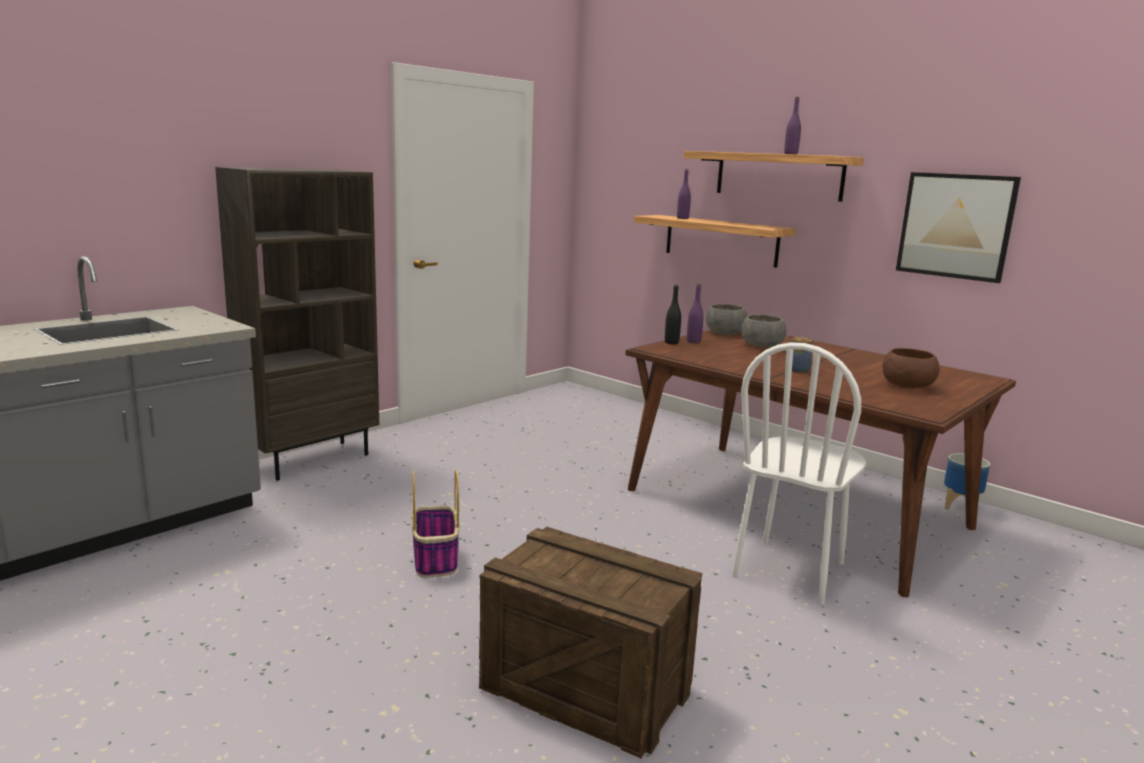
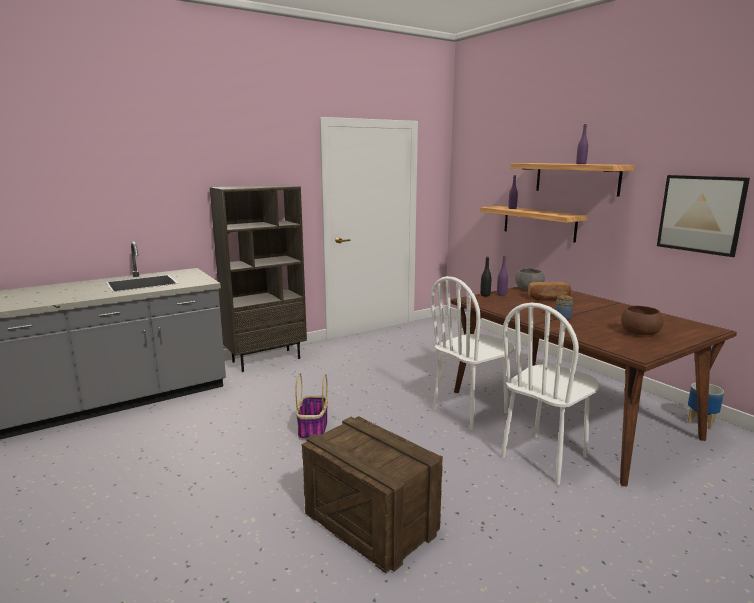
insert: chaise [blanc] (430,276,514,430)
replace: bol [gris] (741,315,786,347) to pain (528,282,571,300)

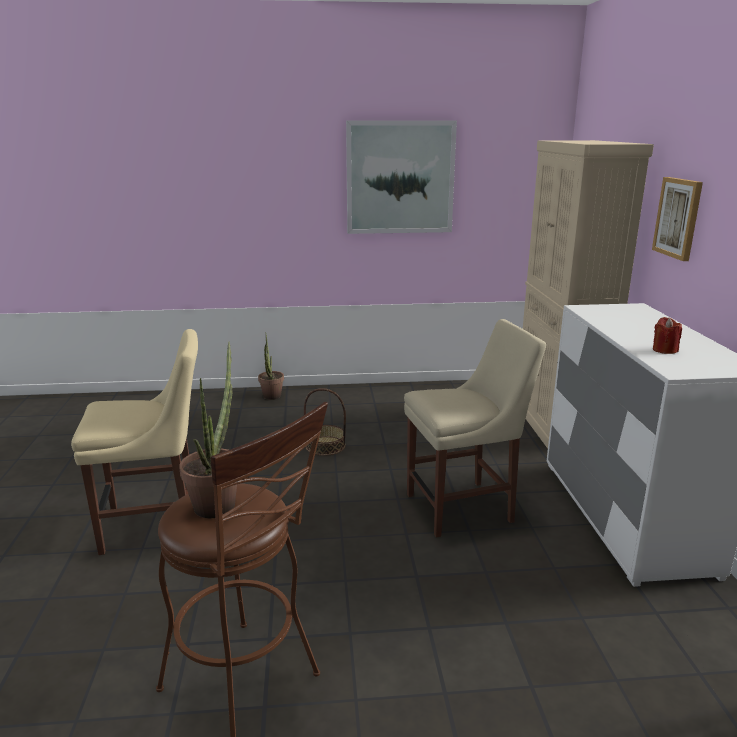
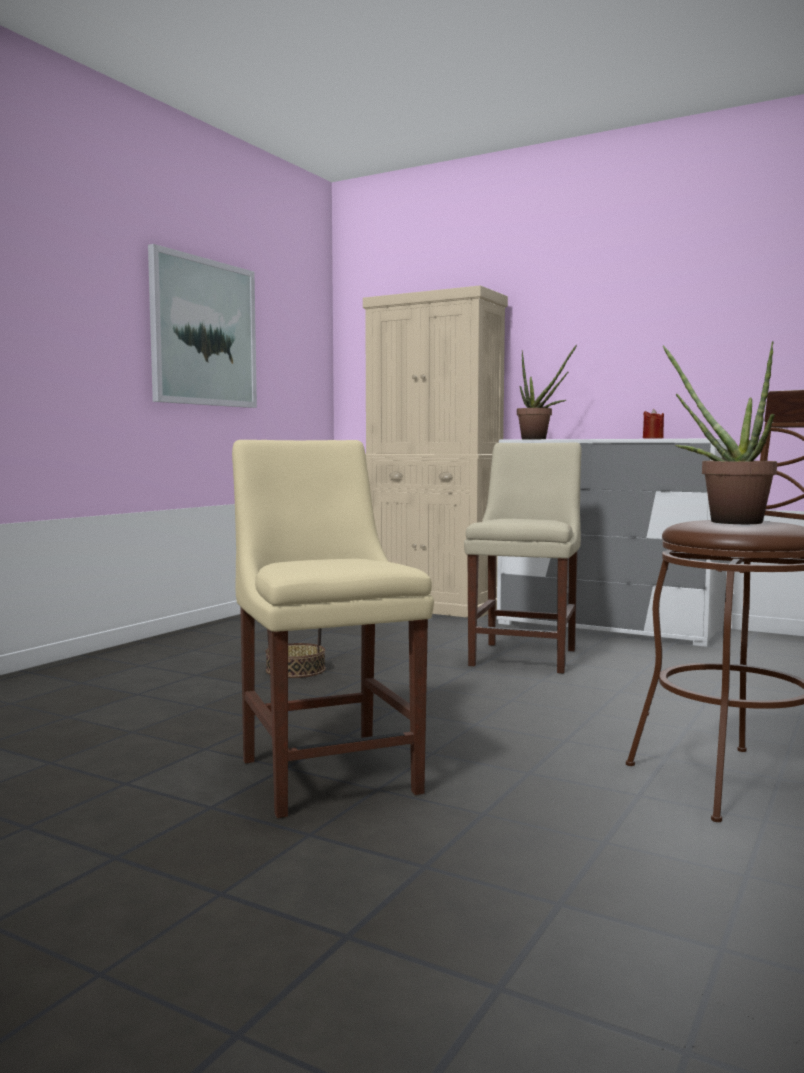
delete: tableau (652,177,703,261)
move: plante en pot (258,332,284,400) to (517,345,577,439)
rotate: chaise [beige] (71,329,198,555) = (232,440,434,818) 45 degrees counterclockwise

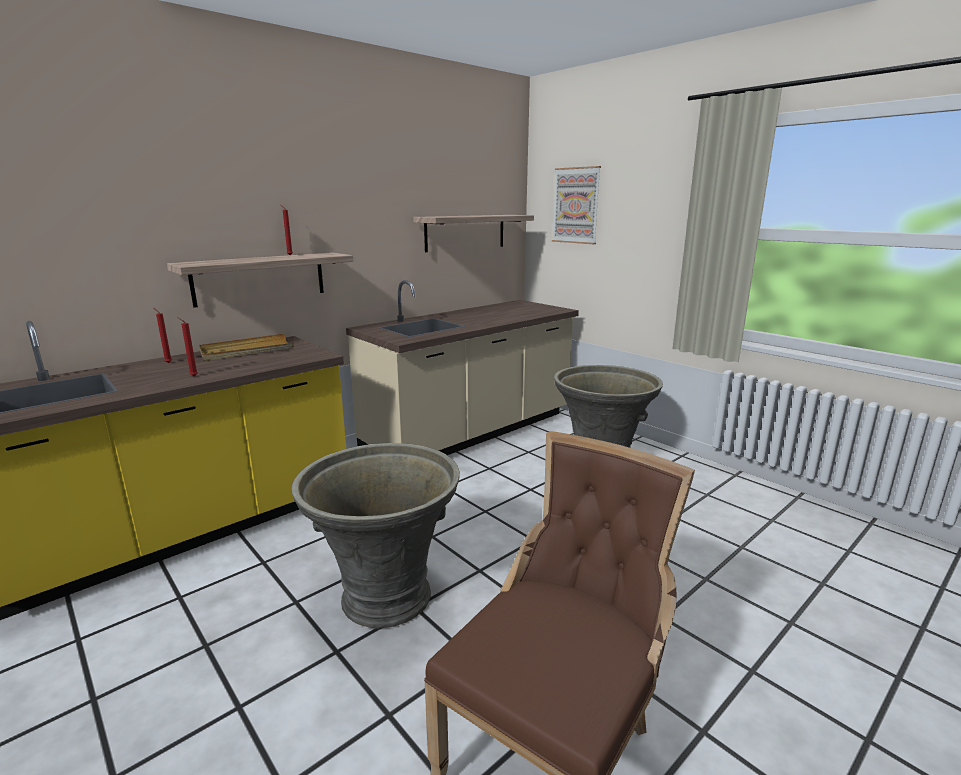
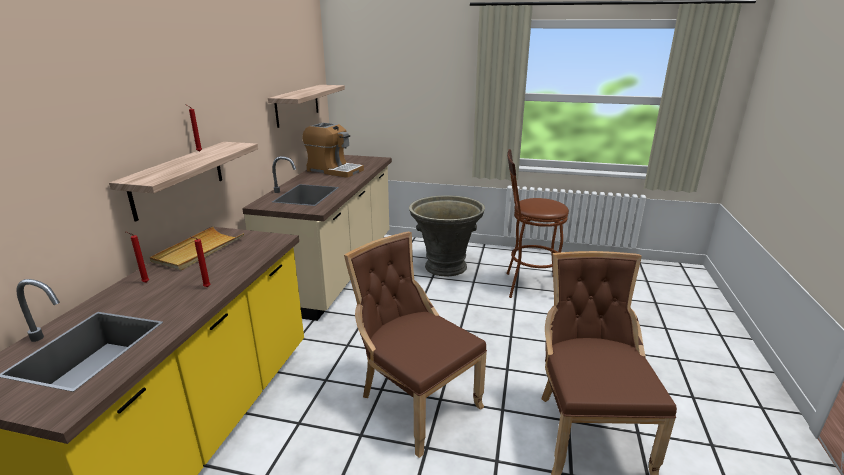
delete: tableau (552,166,601,244)
insert: machine à café (303,123,364,178); tabouret [marron] (506,149,569,298)
replace: cache-pot [gris] (291,443,460,628) to chaise [marron] (344,232,487,458)

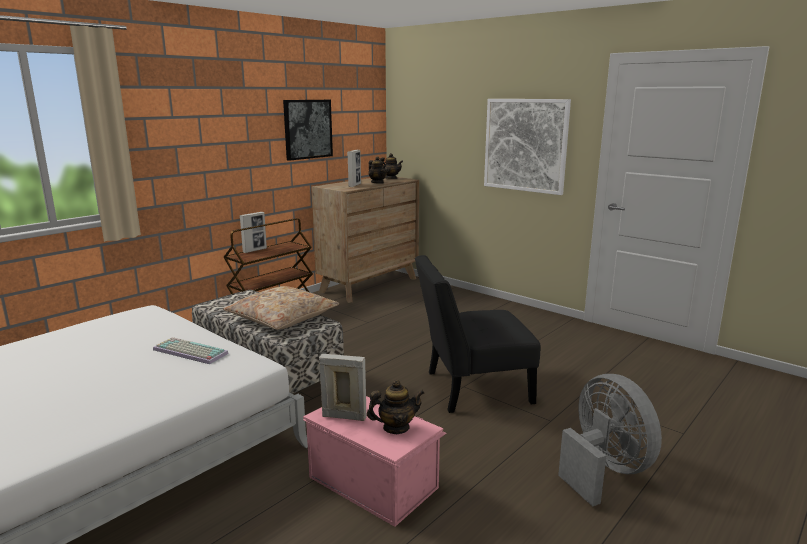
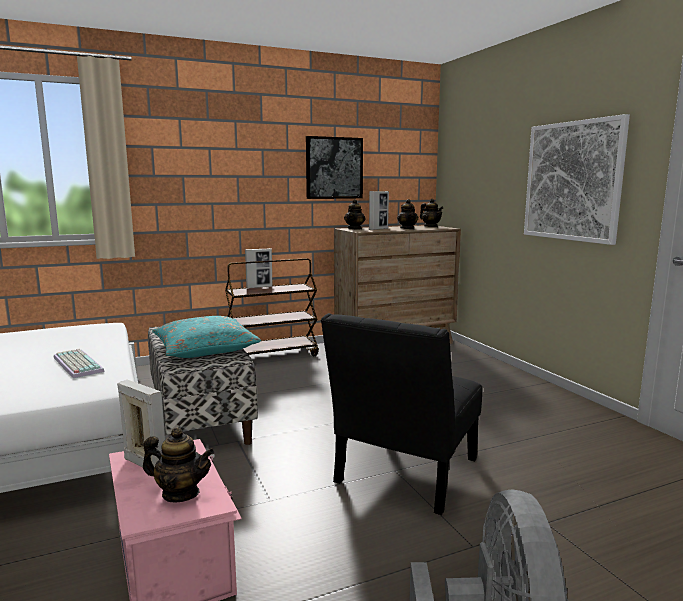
insert: théière (344,199,365,230)
recolor: coussin [beige] (223,286,339,330) to coussin [turquoise] (152,316,261,358)
rotate: chaise [noir] (415,255,540,413) = (321,313,482,515) 75 degrees counterclockwise

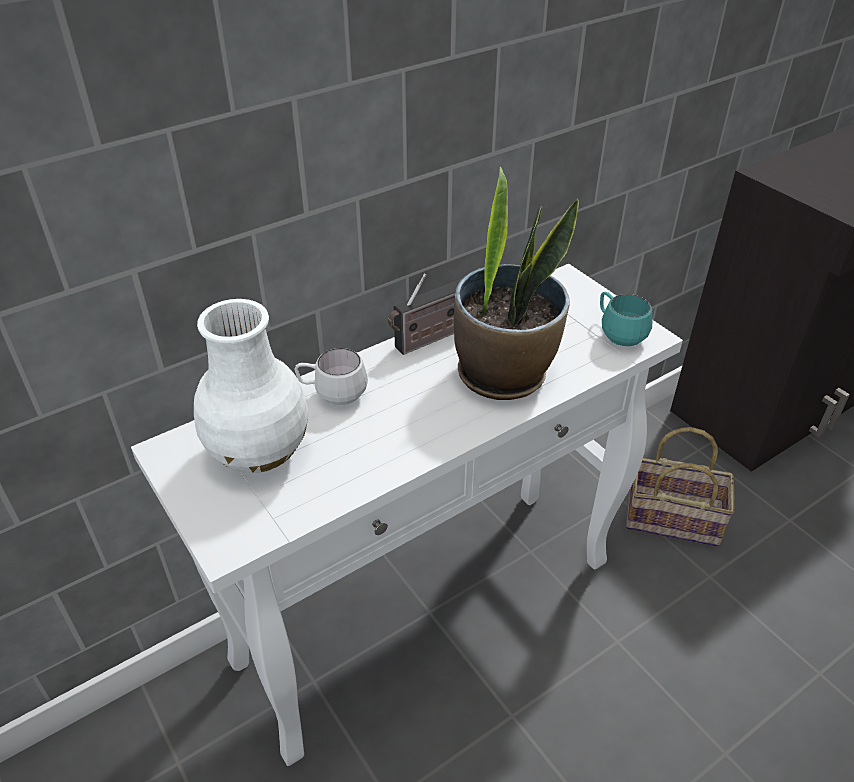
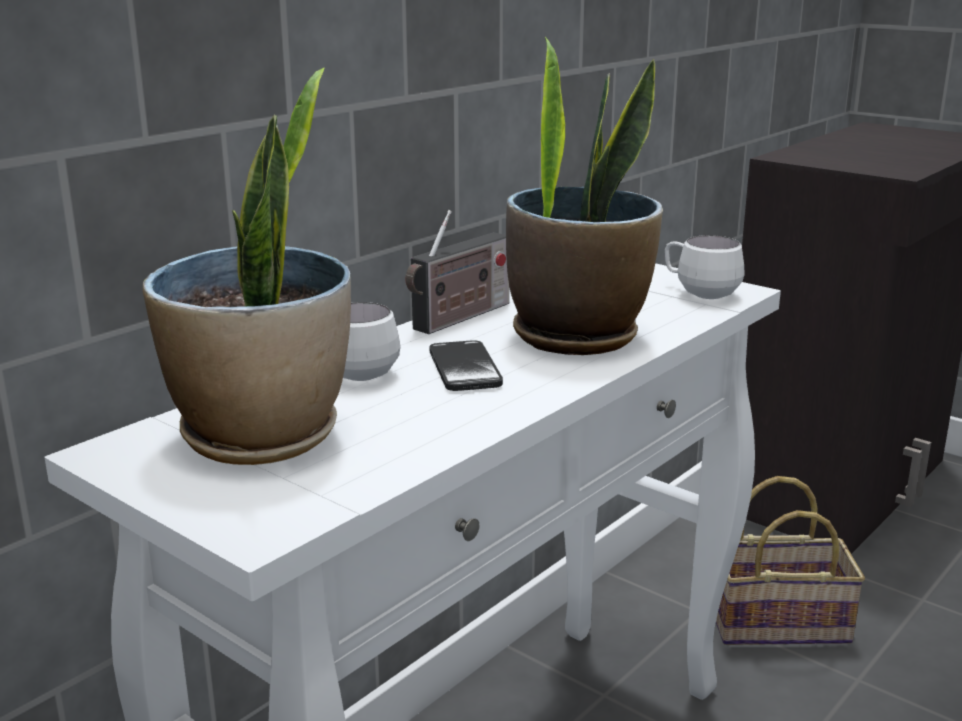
insert: téléphone (430,340,503,391)
replace: vase [blanc] (194,299,308,473) to plante en pot (143,67,351,465)
recolor: mug [turquoise] (600,292,652,346) to mug [blanc] (665,235,745,299)

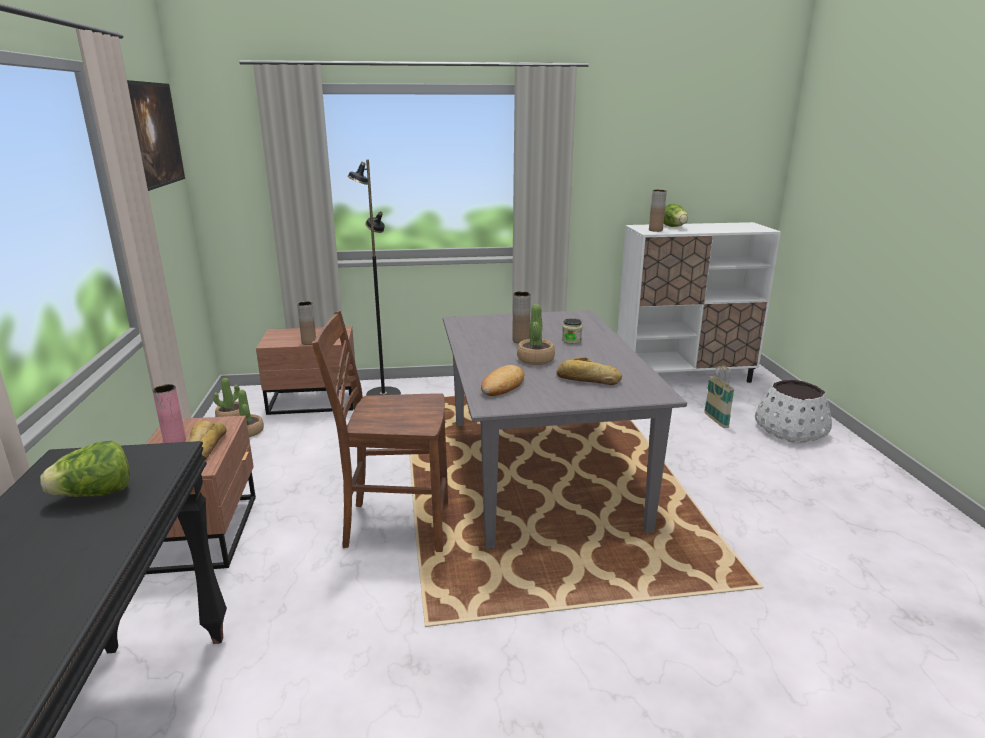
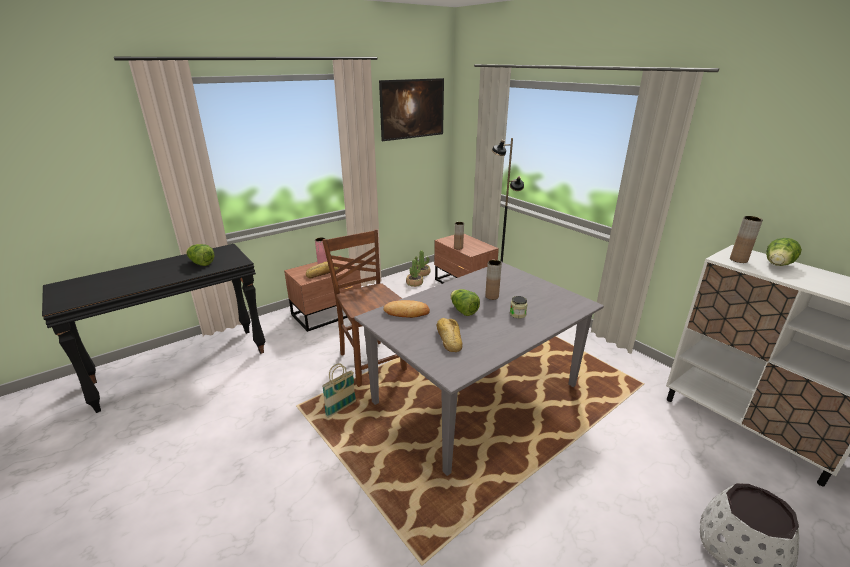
move: panier (704,366,734,428) to (322,364,356,418)
replace: plante en pot (517,304,555,365) to laitue (450,289,480,316)

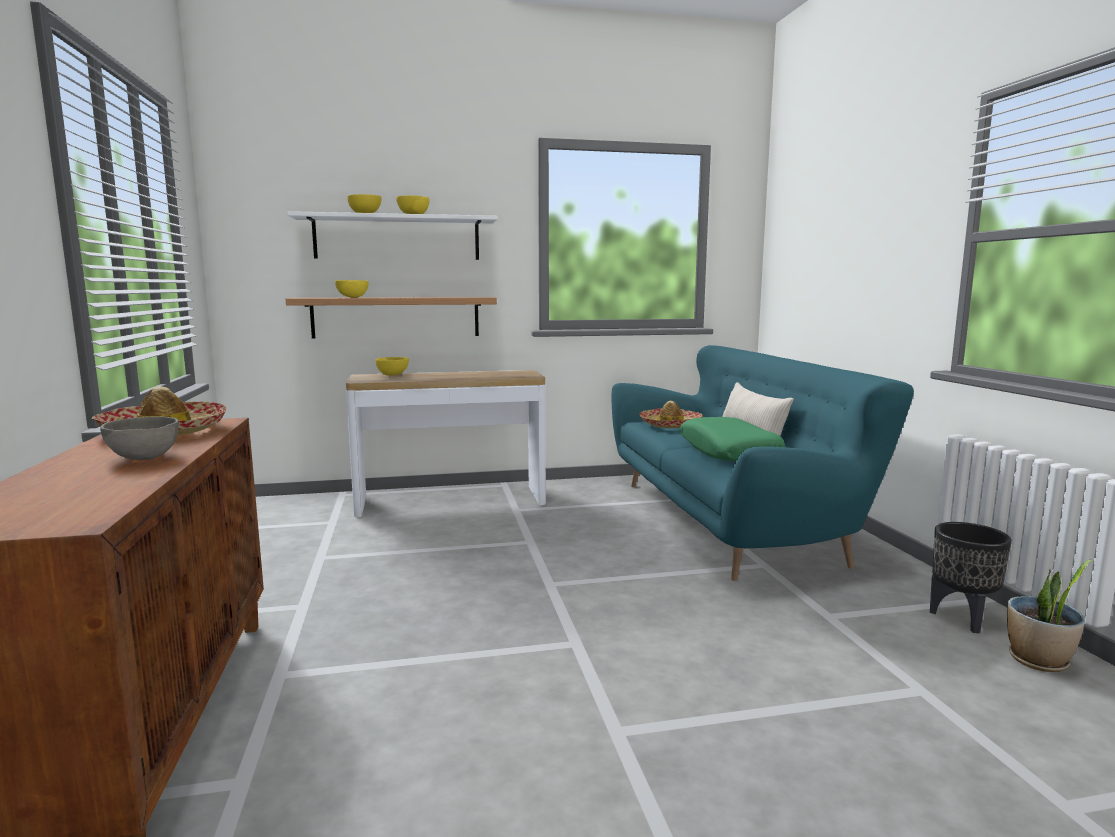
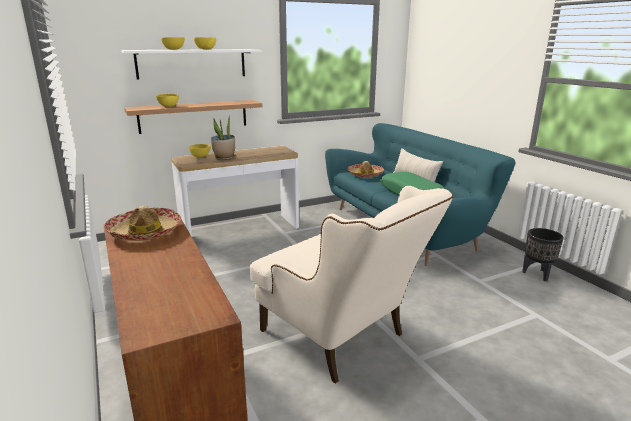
delete: bol [gris] (100,417,179,460)
insert: fauteuil [beige] (250,186,453,384)
move: plante en pot (1007,560,1091,672) to (211,114,235,160)

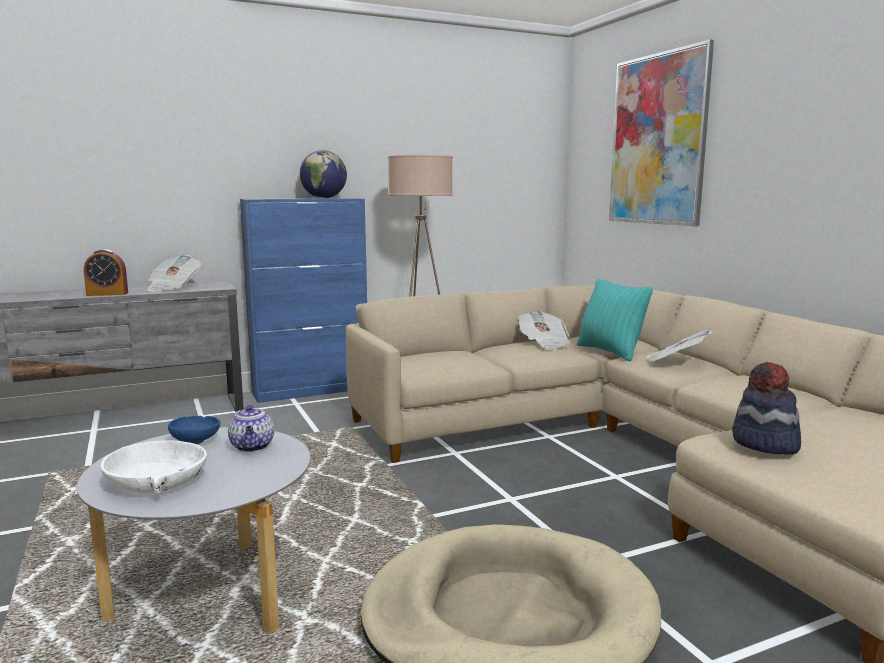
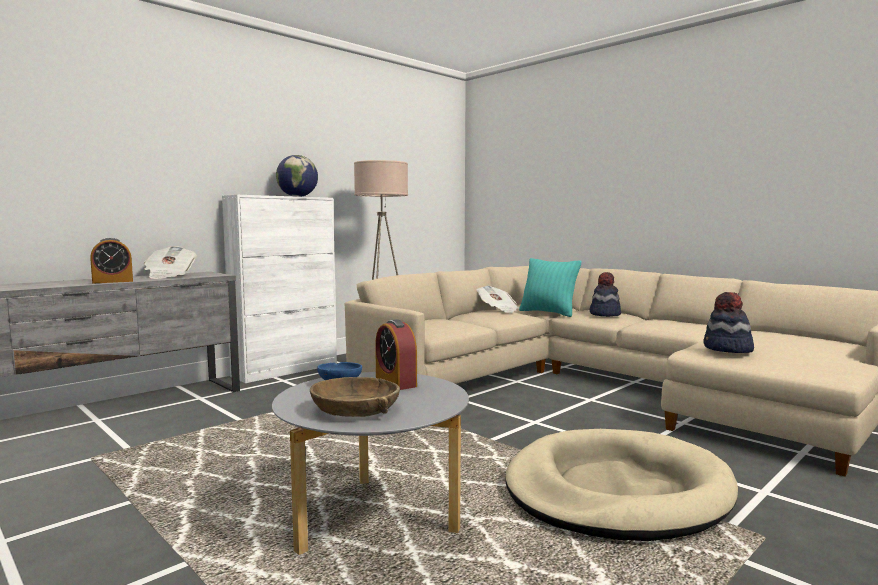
delete: tableau (609,40,714,226)
replace: théière (228,404,274,452) to réveil (375,319,417,390); journal (646,330,712,362) to chapeau (590,272,621,317)
recolor: bol [blanc] (100,440,207,494) to bol [marron] (310,377,400,417); meuble de rangement [bleu] (240,198,367,403) to meuble de rangement [blanc] (222,195,337,383)

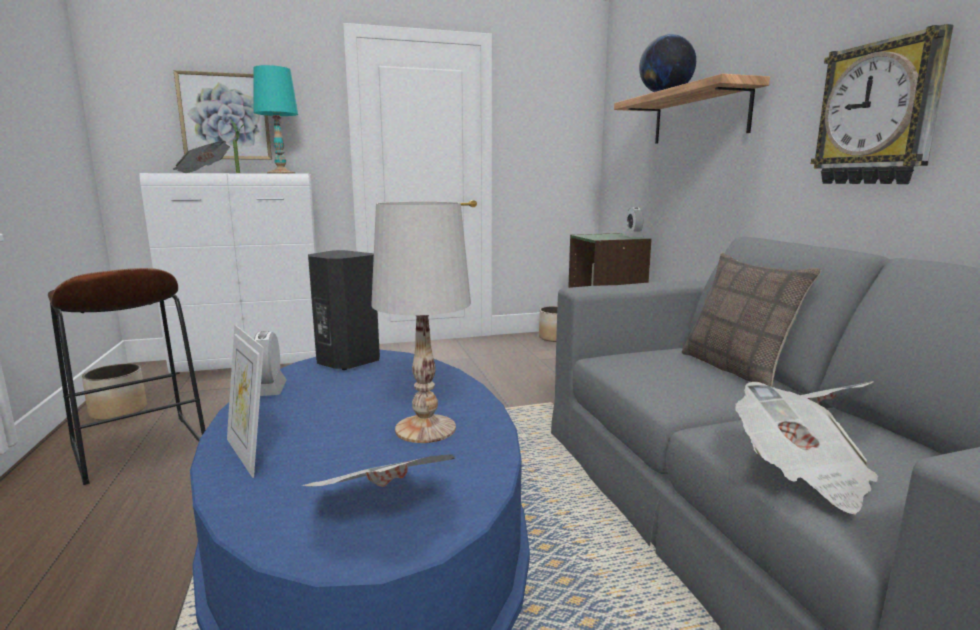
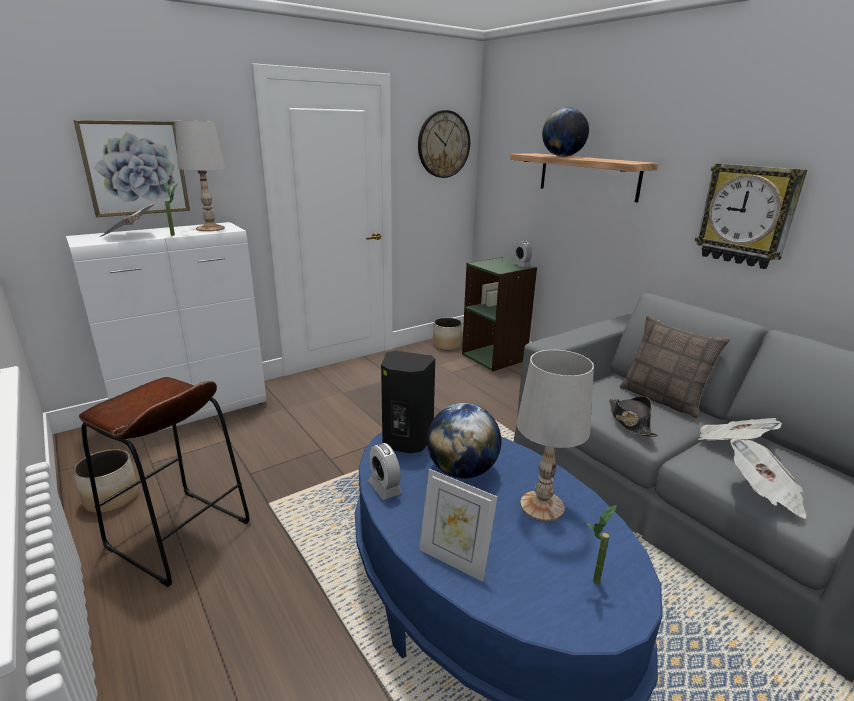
insert: horloge murale (418,110,470,178); globe (427,403,501,479); chapeau [noir] (609,396,659,437)
replace: journal (302,454,455,487) to plante en pot (586,505,617,584)
recolor: lampe de table [turquoise] (254,65,298,174) to lampe de table [blanc] (175,121,225,231)

